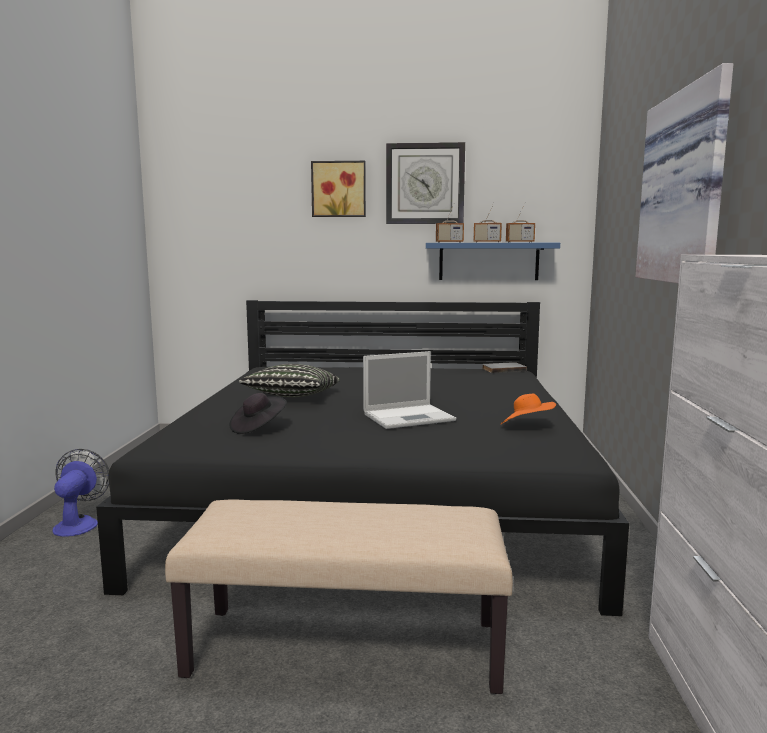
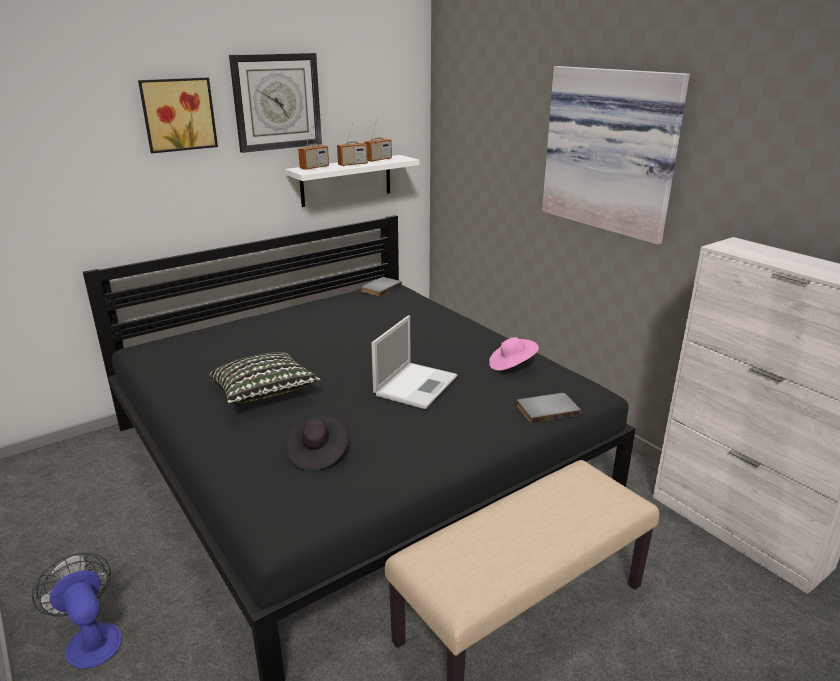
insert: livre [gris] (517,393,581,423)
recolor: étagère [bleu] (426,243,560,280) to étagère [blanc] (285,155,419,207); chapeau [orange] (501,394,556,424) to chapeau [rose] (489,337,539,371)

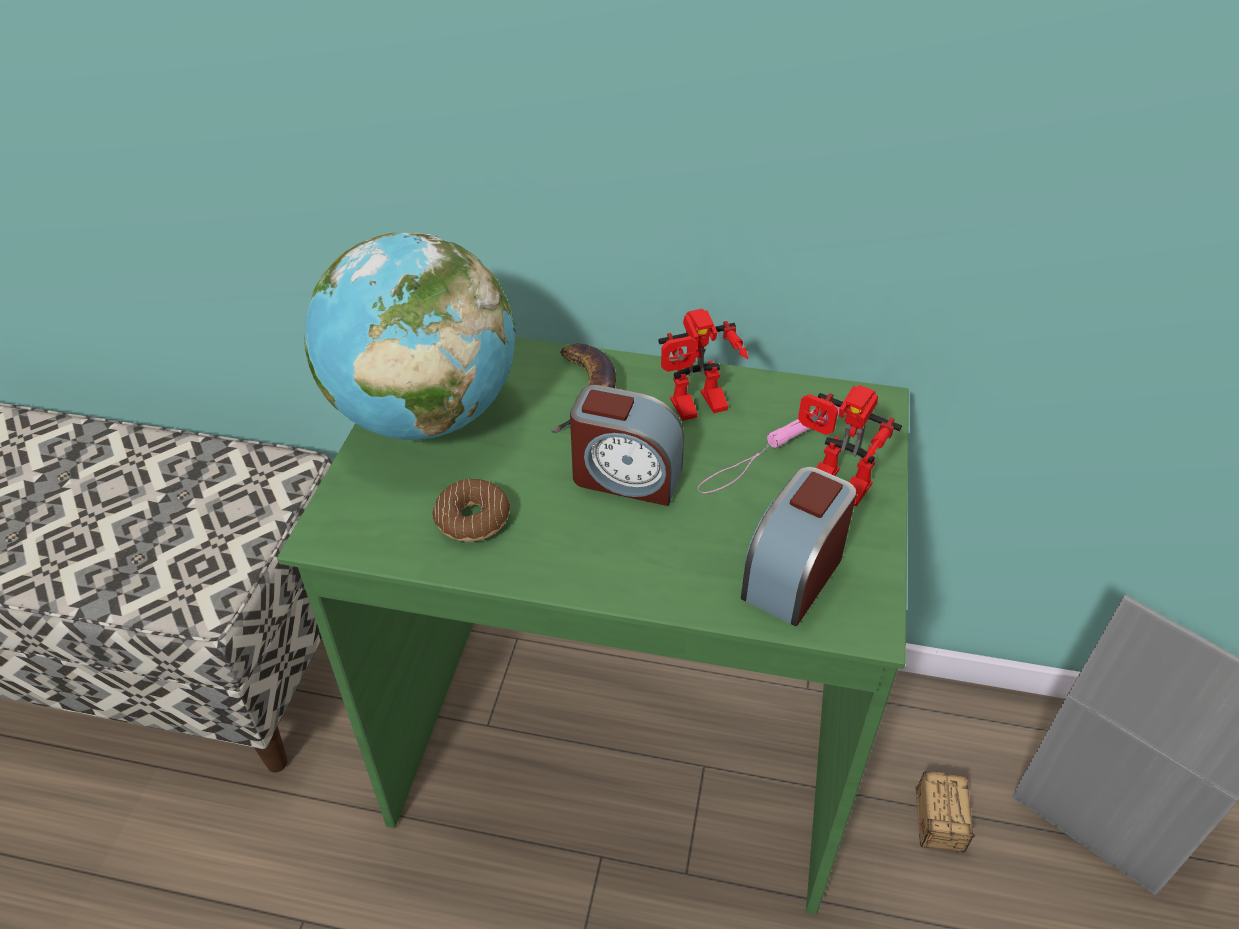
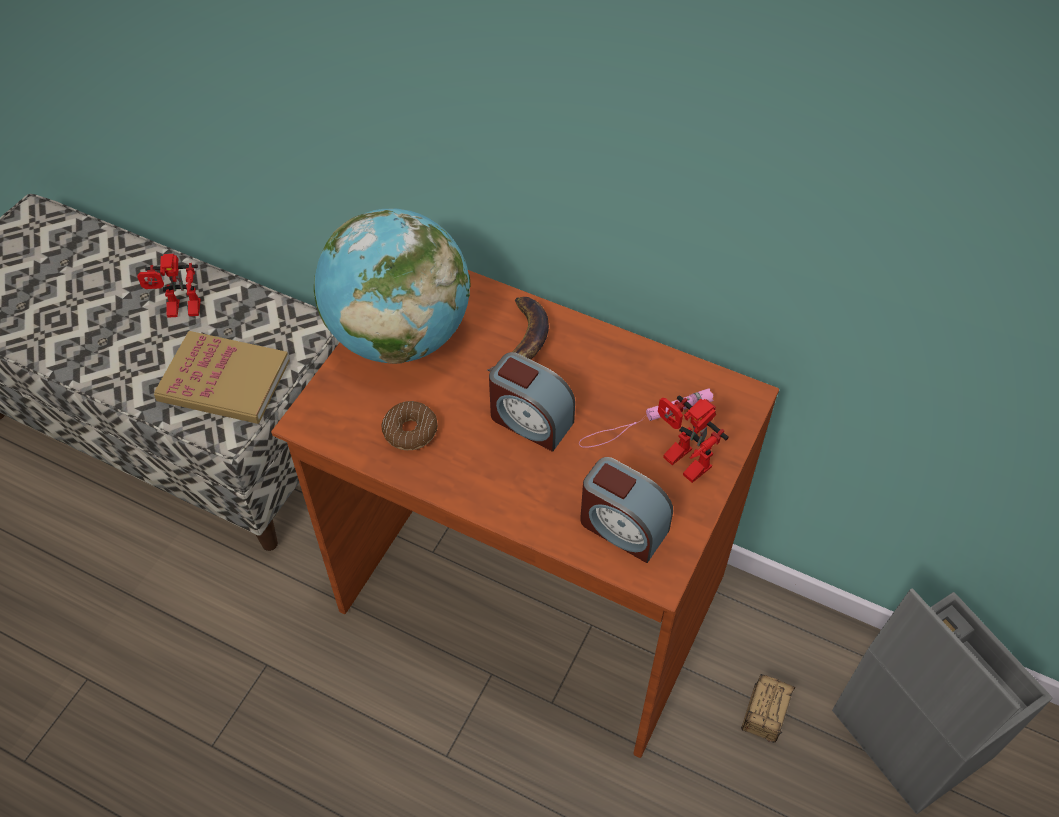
insert: livre (154,331,290,424)
move: robot jouet (658,309,748,421) to (137,254,201,318)
recolor: bureau [vert] (277,337,909,915) to bureau [marron] (271,270,779,758)
rotate: réveil (741,467,857,626) = (580,457,673,563) 105 degrees counterclockwise

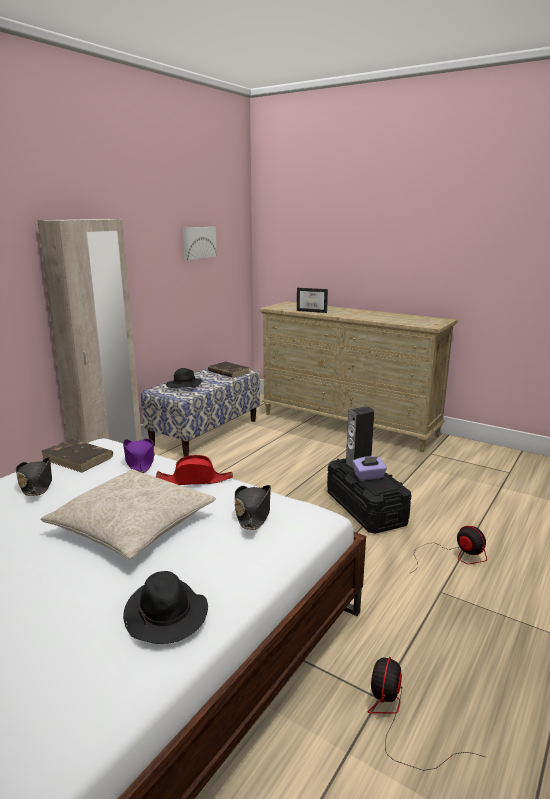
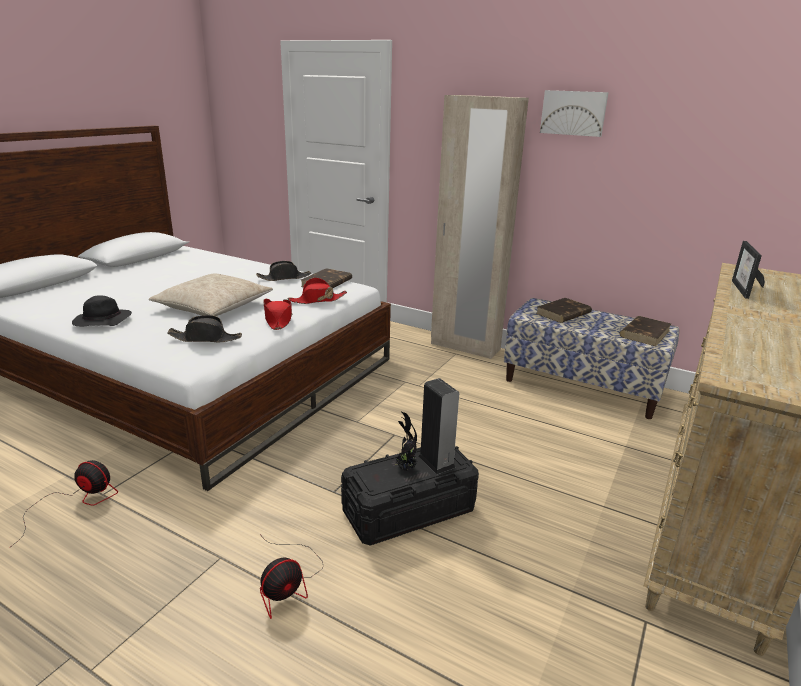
move: tableau (183,227,217,260) to (540,90,609,137)
replace: chapeau [noir] (166,368,203,388) to livre [marron] (536,298,592,323); boîte à mouchoirs [violet] (353,456,387,481) to plante en pot (396,412,417,471)
recolor: chapeau [violet] (123,438,155,473) to chapeau [rouge] (287,278,347,304)

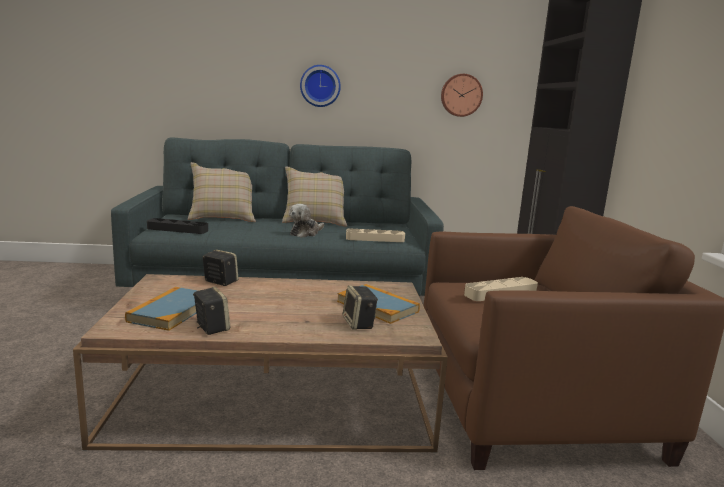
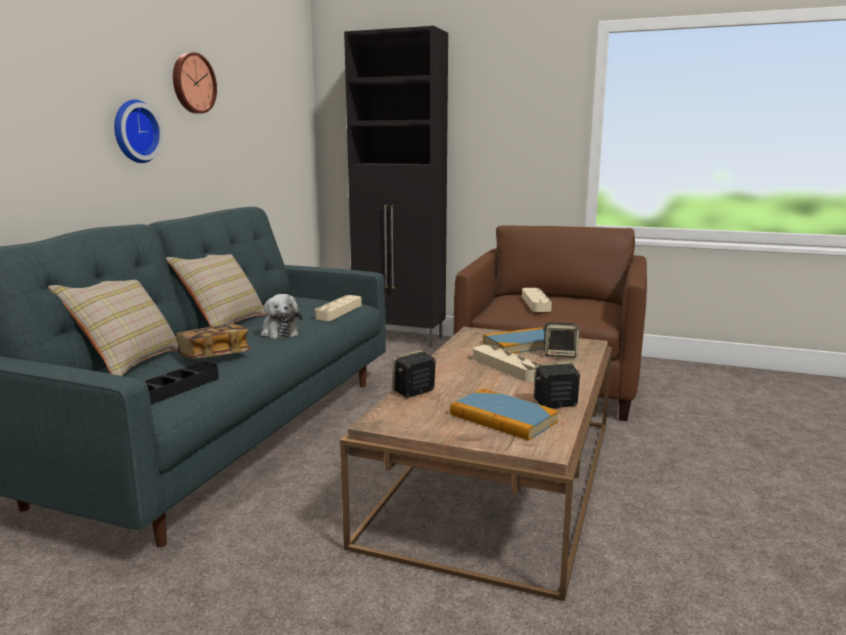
insert: livre (176,324,250,359); plateau [beige] (473,345,540,382)
move: horloge murale (441,74,483,117) to (173,52,217,114)

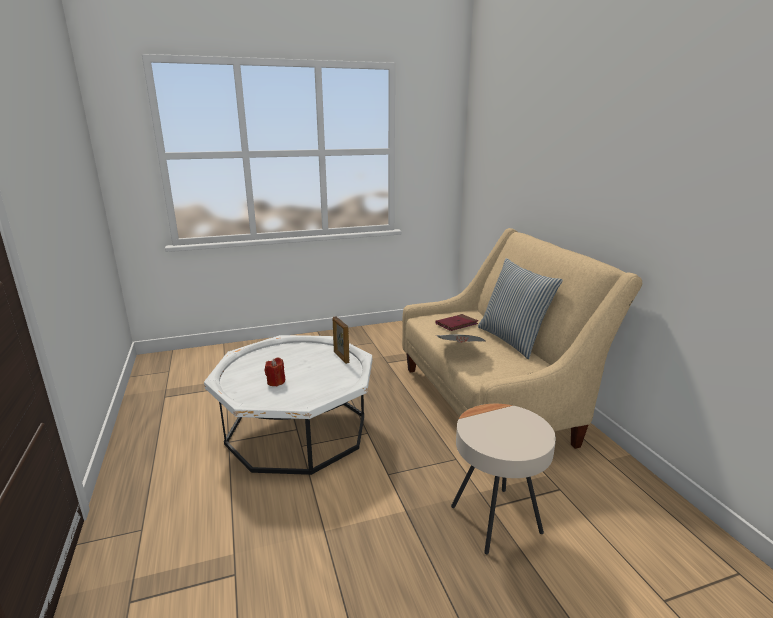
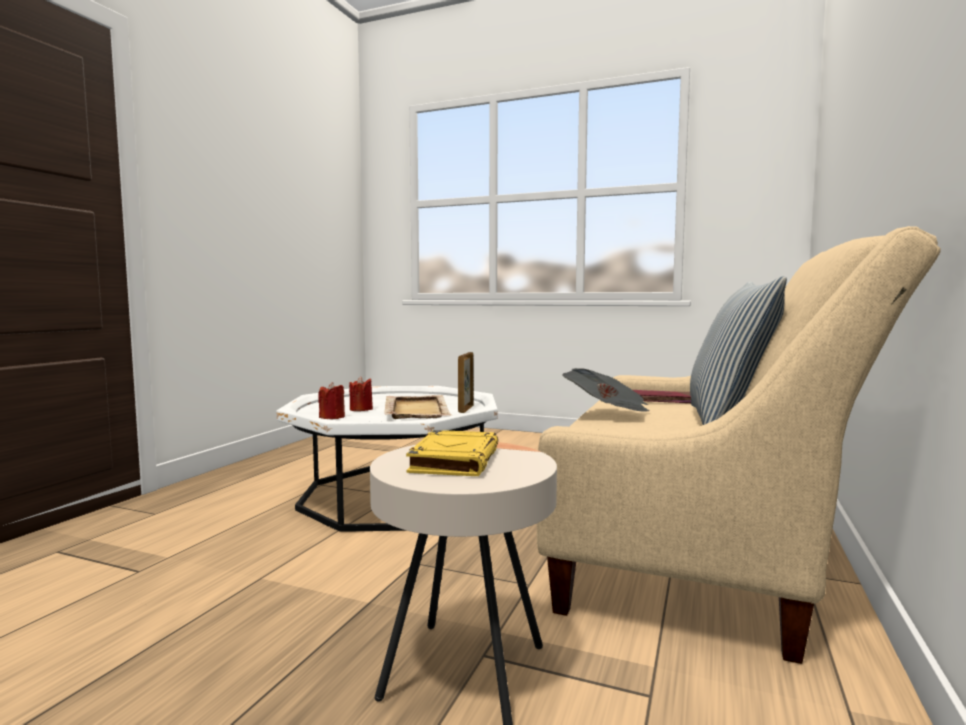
insert: bougie [rouge] (318,382,345,419); plateau [beige] (384,395,451,419); livre [jaune] (406,430,498,476)

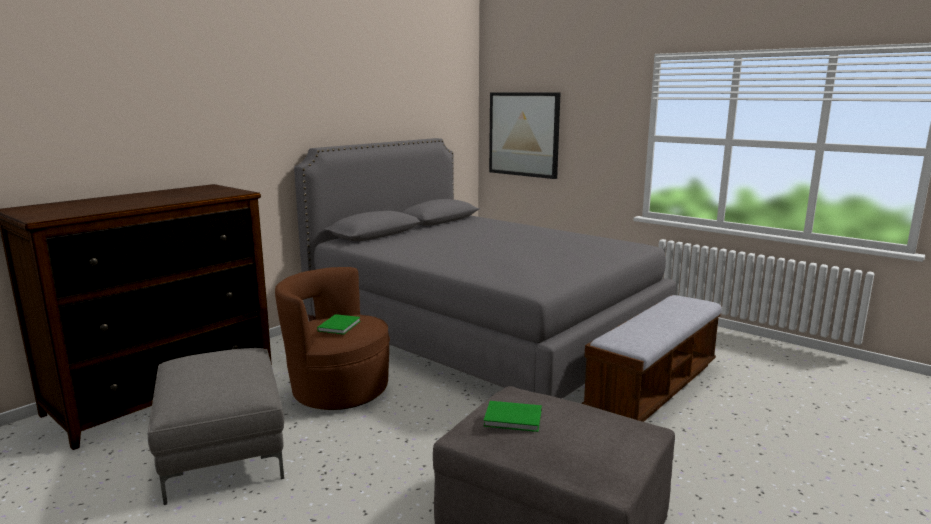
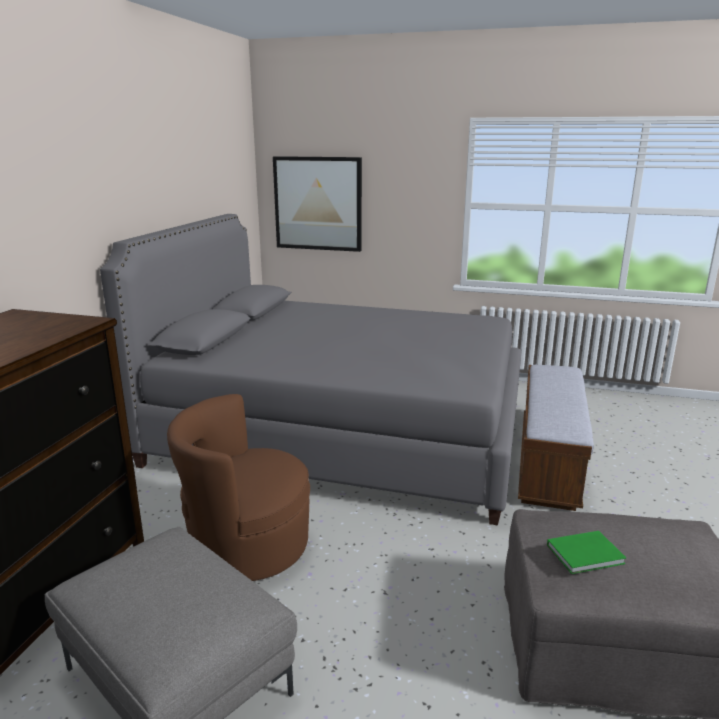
delete: livre [vert] (317,314,360,335)

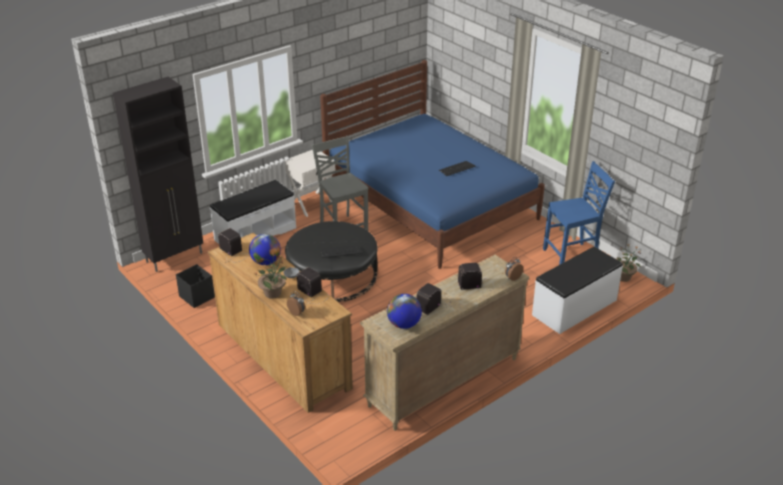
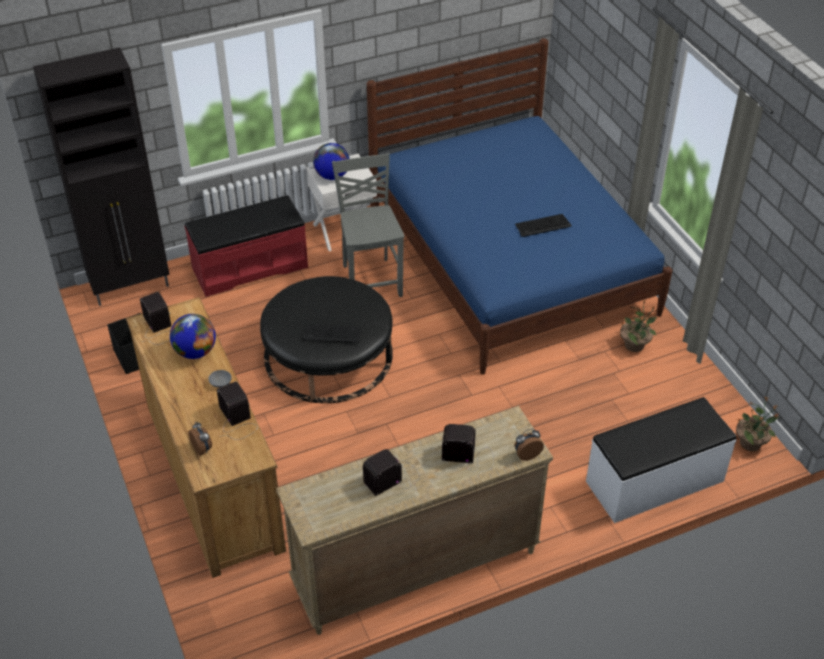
delete: chaise [bleu] (543,161,615,265)
move: plante en pot (253,253,287,299) to (620,300,657,352); globe (387,294,422,329) to (313,143,350,180)
recolor: banc [blanc] (210,180,296,244) to banc [rouge] (184,195,308,297)

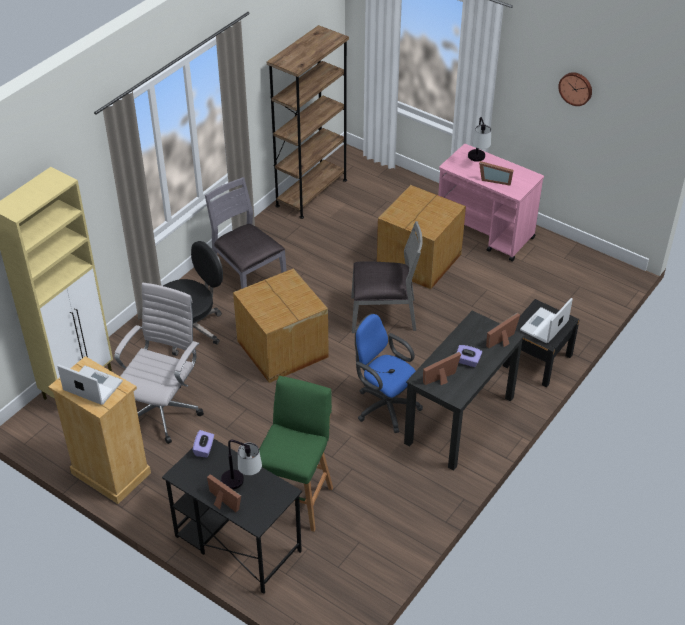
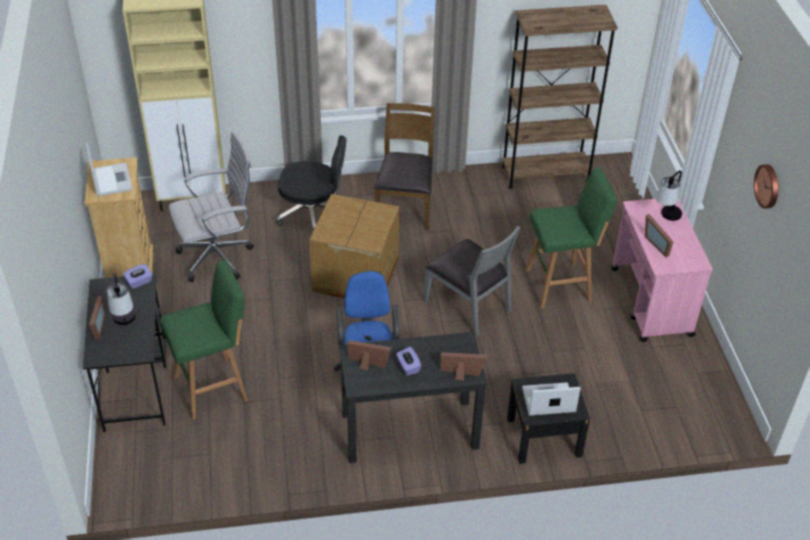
replace: carton (377,185,466,289) to tabouret [vert] (525,167,617,308)
recolor: chaise [gris] (205,177,287,289) to chaise [marron] (374,103,435,230)

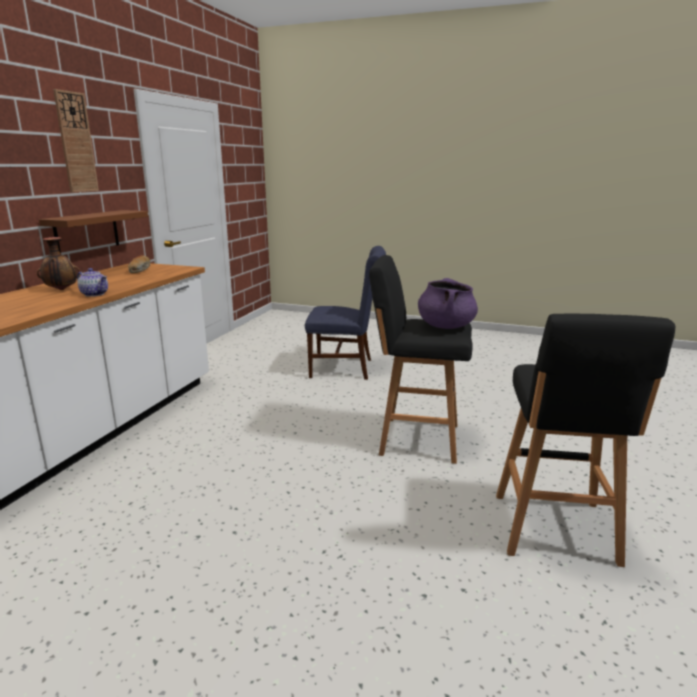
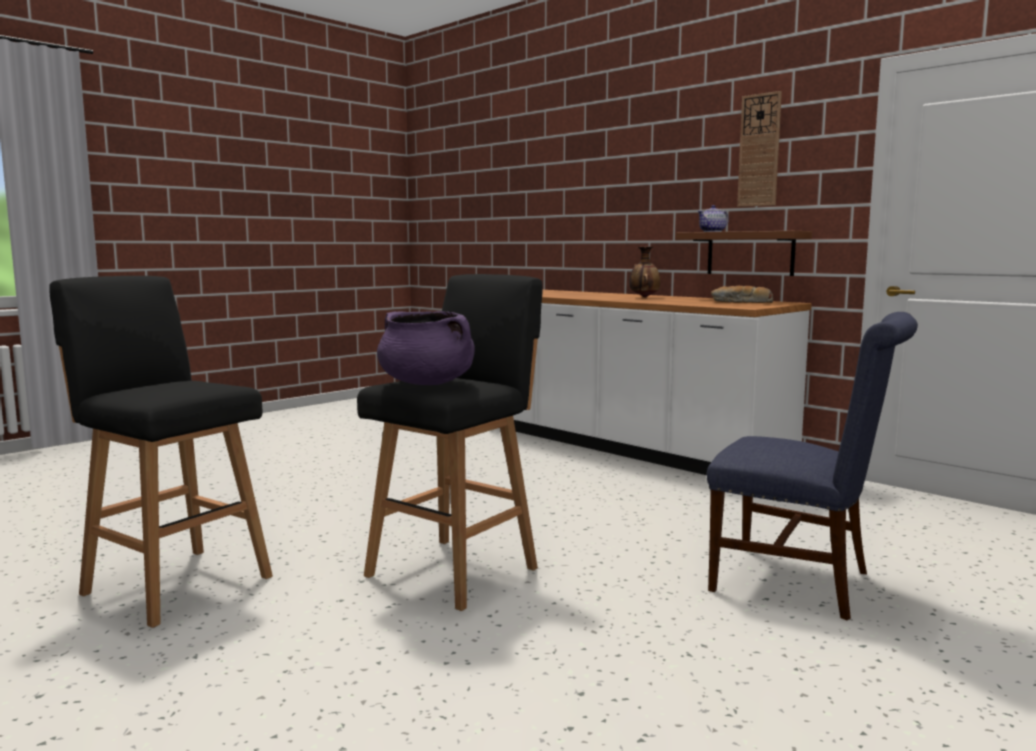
move: théière (77,268,108,297) to (697,205,729,232)
rotate: chaise [bleu] (305,246,386,380) = (707,312,918,621) 90 degrees counterclockwise

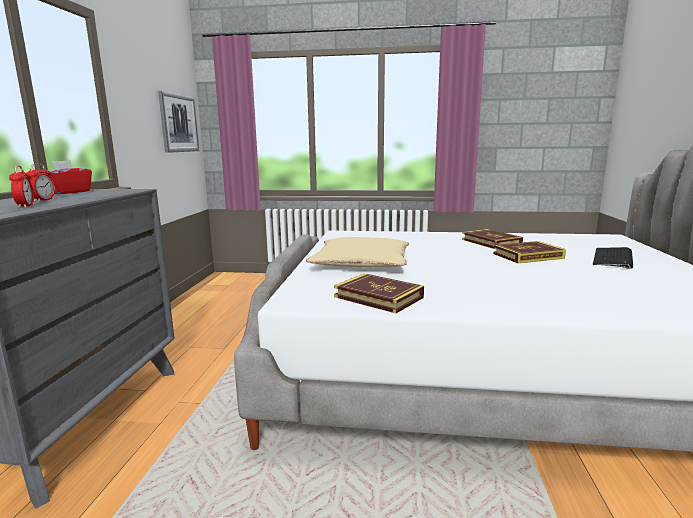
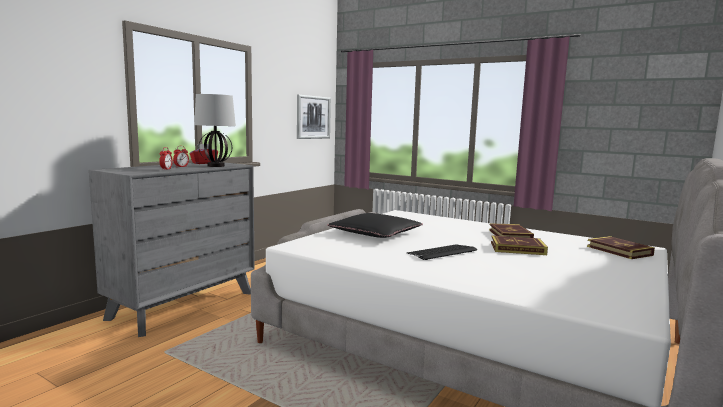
insert: lampe de table (194,94,236,167)
move: livre (334,273,424,313) to (587,236,655,259); clavier (593,247,633,269) to (407,244,477,260)
recolor: coussin [beige] (306,237,409,268) to coussin [noir] (327,213,423,238)

